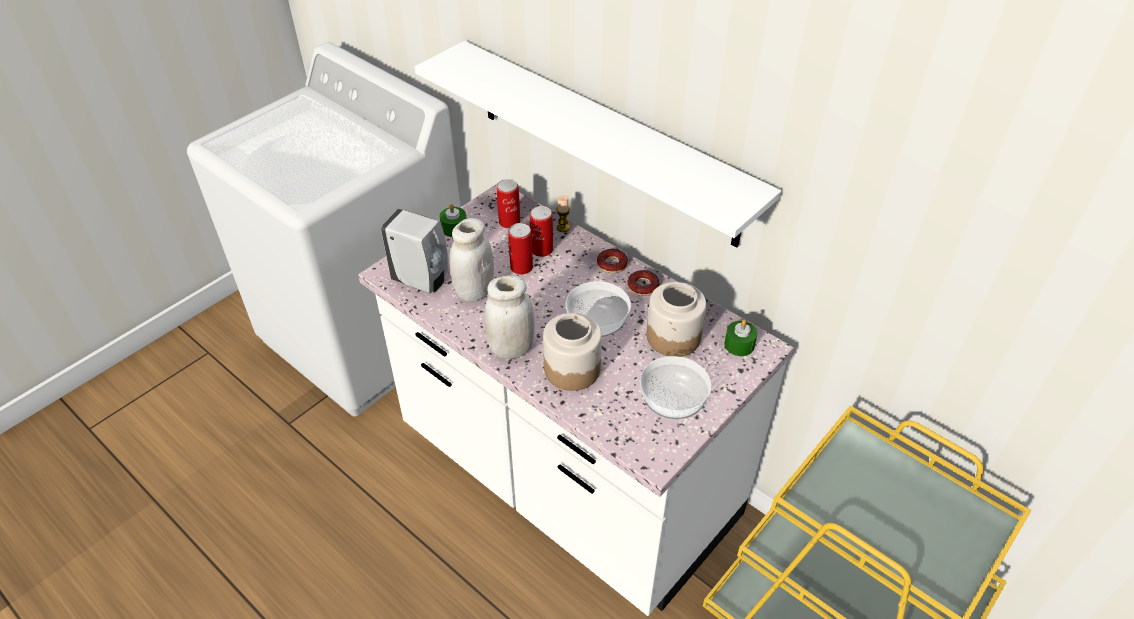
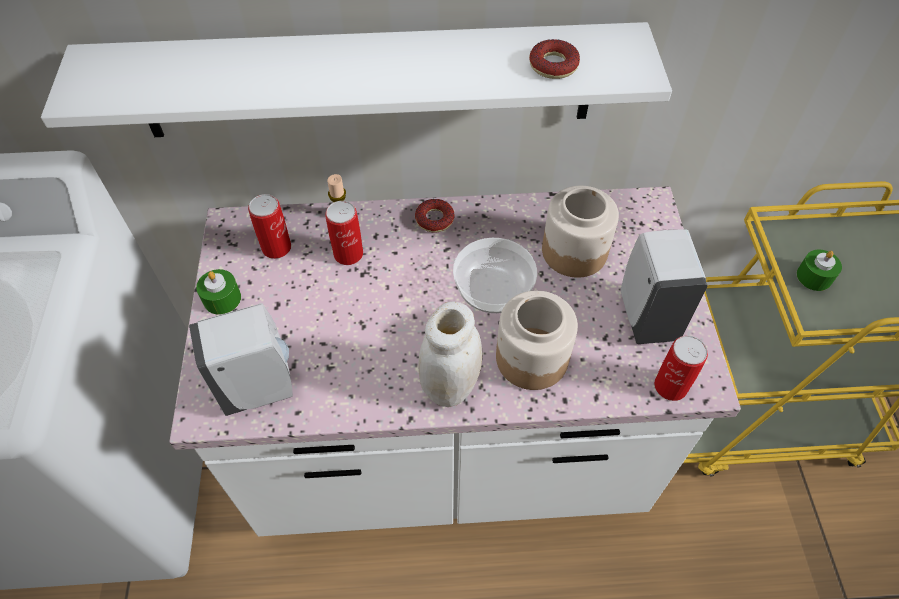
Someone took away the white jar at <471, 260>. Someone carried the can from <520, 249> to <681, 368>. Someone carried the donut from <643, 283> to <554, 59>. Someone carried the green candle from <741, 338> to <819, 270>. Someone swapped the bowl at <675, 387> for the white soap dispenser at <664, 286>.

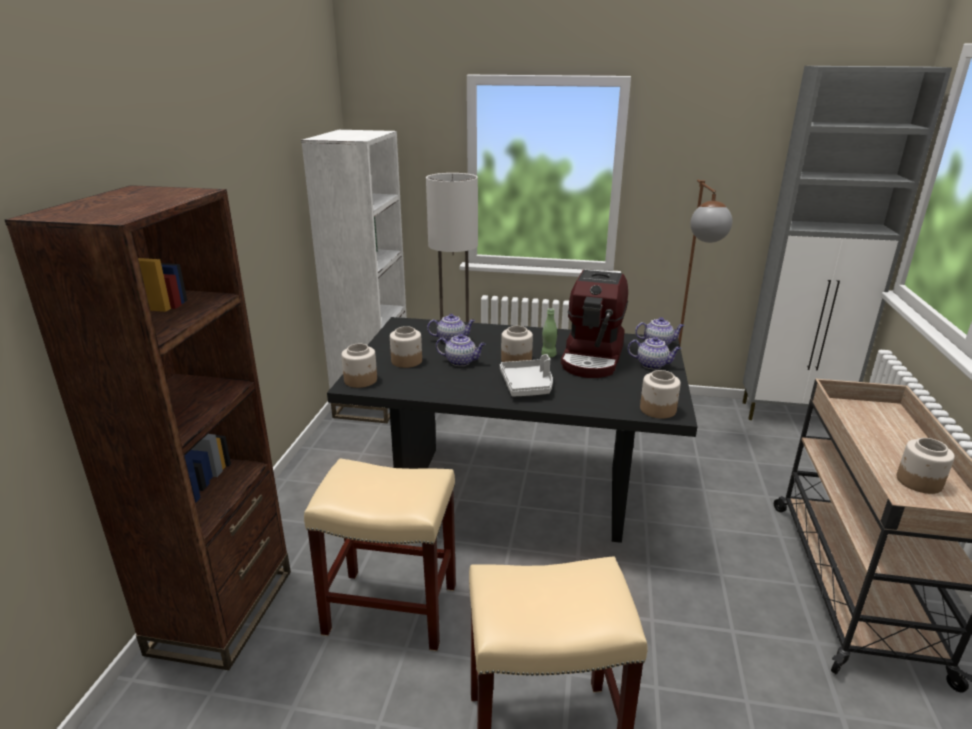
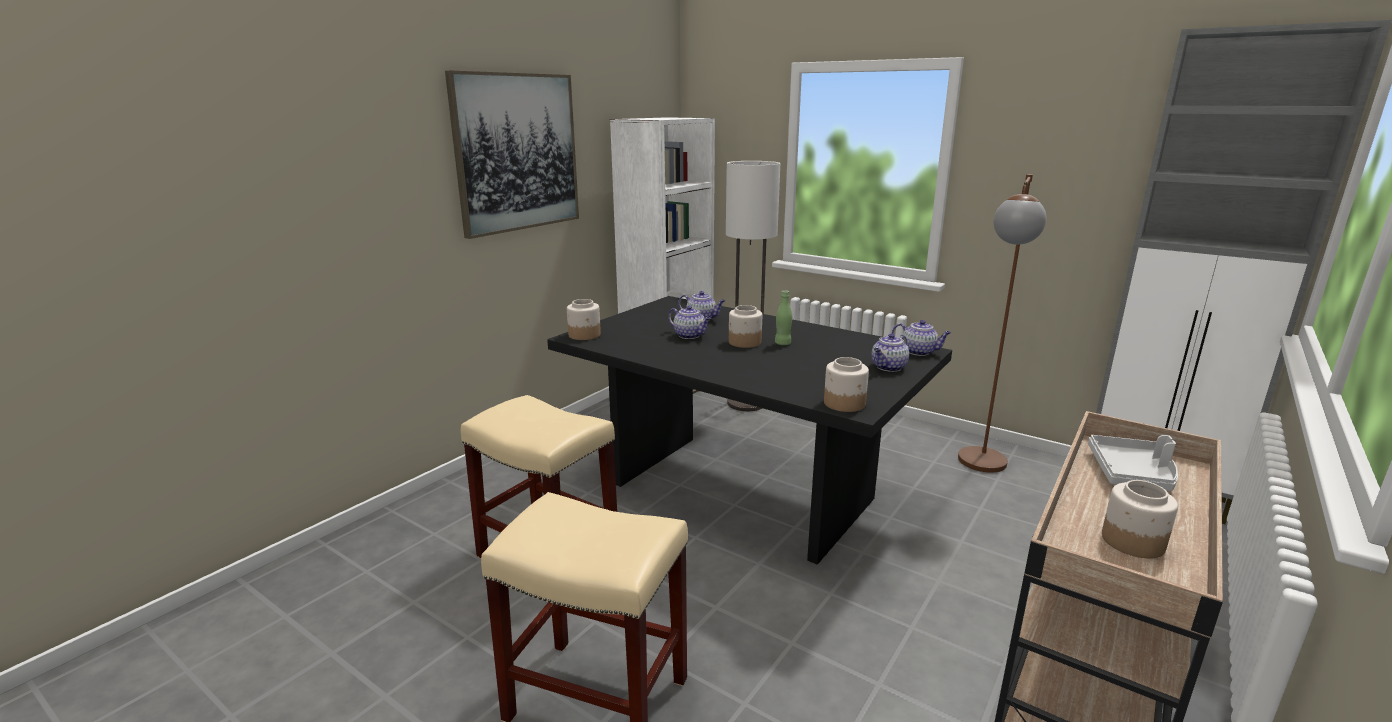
Someone took away the brown bookcase at <148, 427>. Someone took away the coffee machine at <594, 324>. Someone took away the jar at <406, 347>. Someone rotated the teapot at <654, 353> by 90 degrees clockwise. Someone carried the grey tray from <526, 375> to <1133, 463>. Someone put up the picture at <512, 155>.

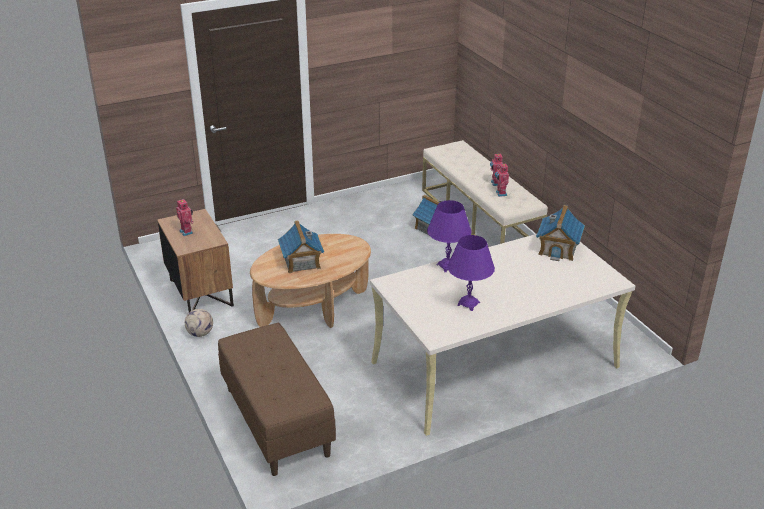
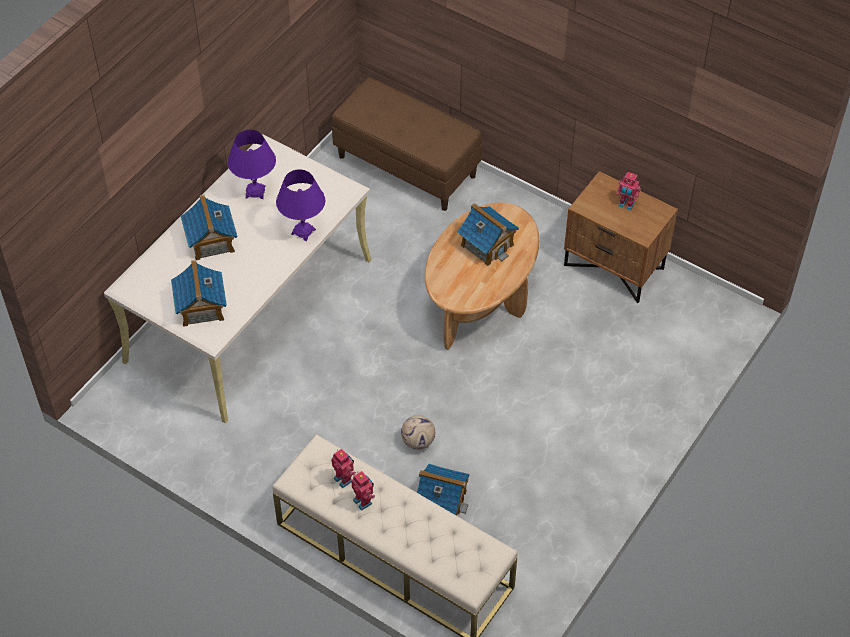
Someone carried the football from <199, 323> to <418, 432>. Someone put down the toy house at <209, 227>.

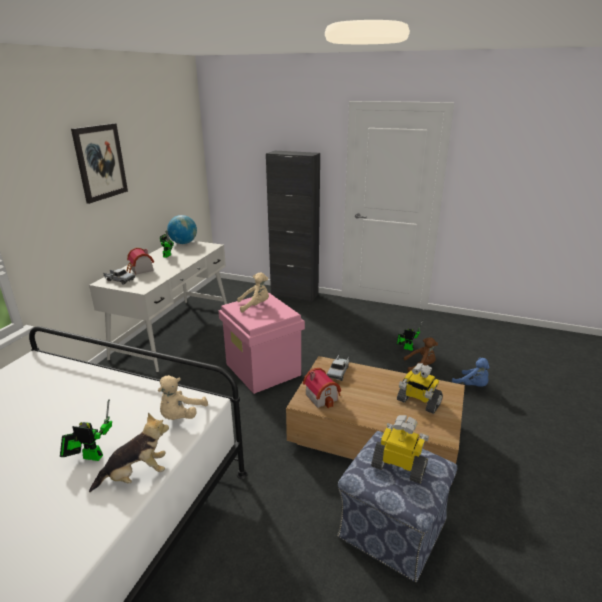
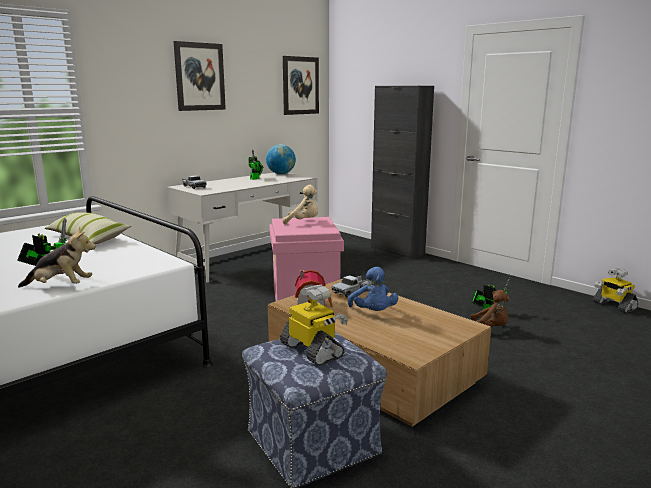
Someone took away the toy house at <140, 261>. Someone carried the blue plush toy from <471, 372> to <373, 289>. Someone carried the toy robot from <420, 388> to <616, 290>. Someone took away the beige plush toy at <183, 397>. Someone put up the picture at <301, 85>. Someone put down the pillow at <88, 228>.

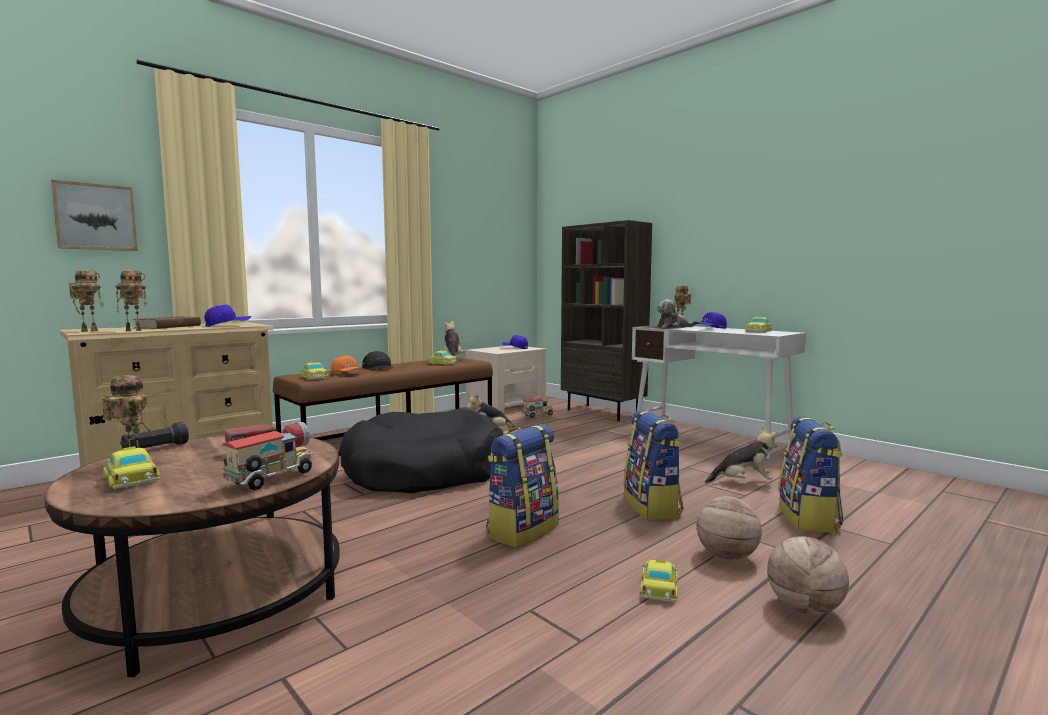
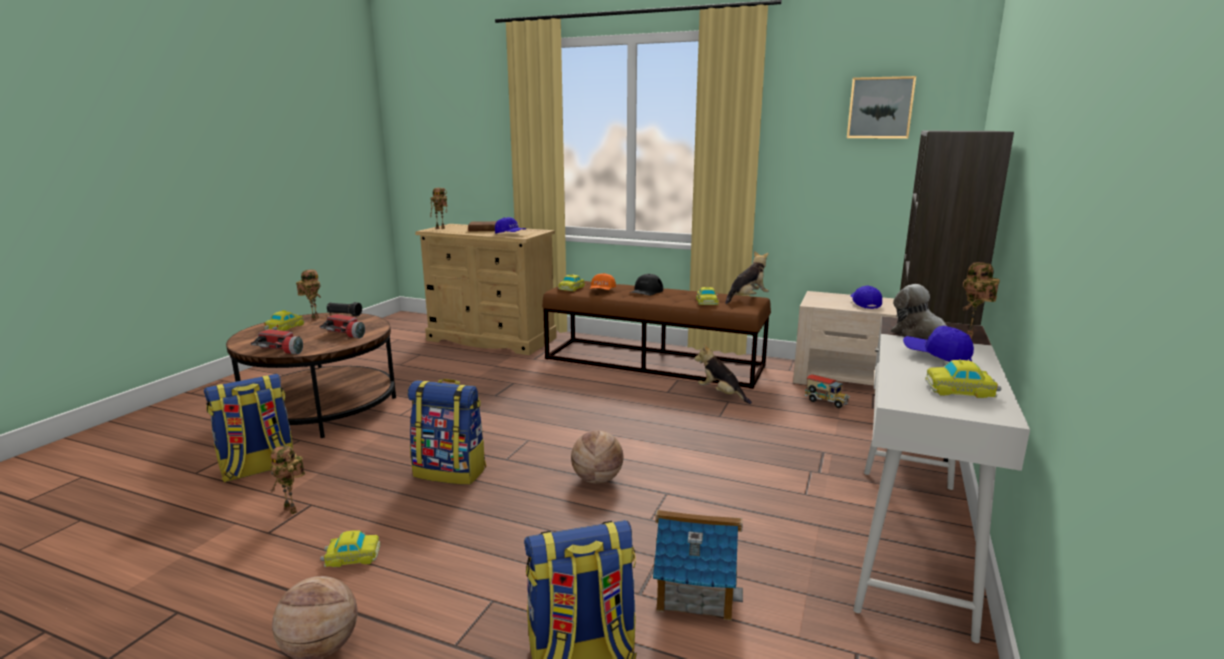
Someone carried the picture from <94, 215> to <881, 107>. Someone carried the toy robot from <131, 300> to <287, 480>. Someone took away the black dog bed at <421, 451>. Someone carried the backpack from <653, 465> to <248, 428>. Someone swapped the plush toy at <741, 455> for the toy house at <698, 565>. Someone swapped the toy truck at <268, 460> for the flashlight at <277, 341>. Someone carried the basketball from <729, 528> to <597, 457>.

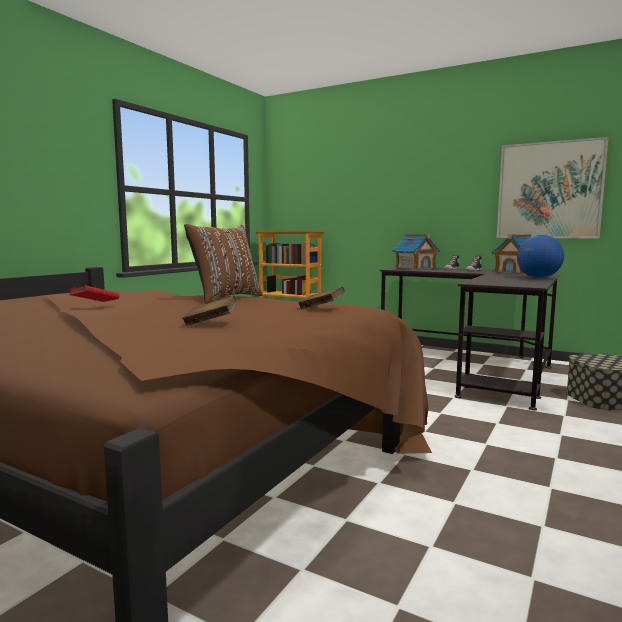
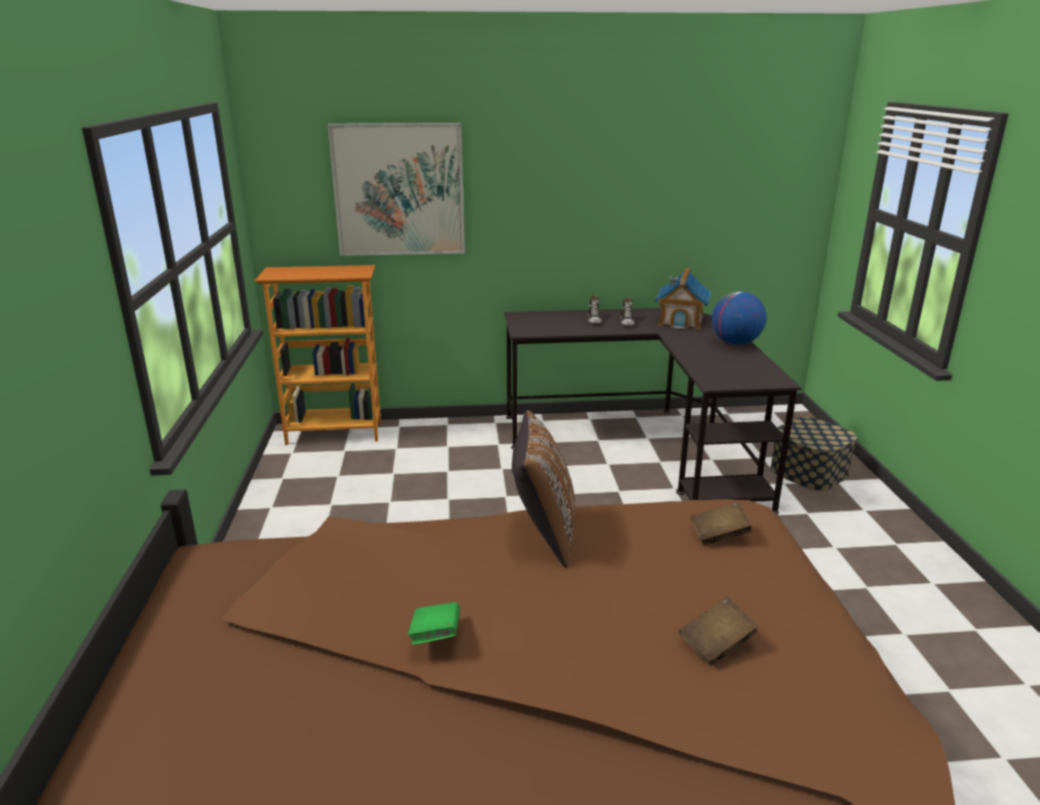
Someone carried the picture from <553, 187> to <396, 189>. Someone took away the toy house at <416, 252>. Someone repainted the red book at <94, 293>, which became the green book at <434, 623>.

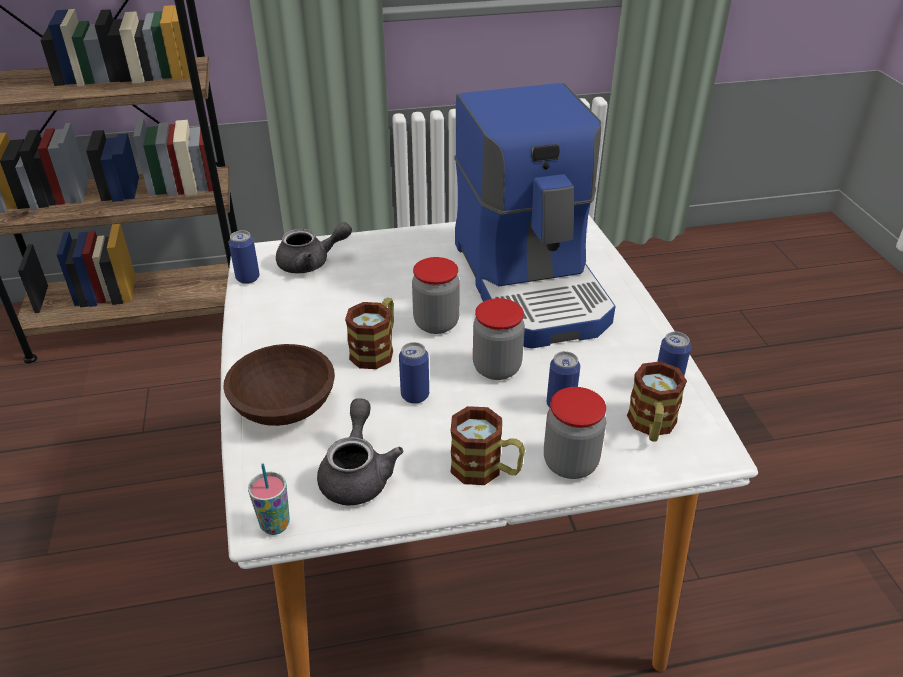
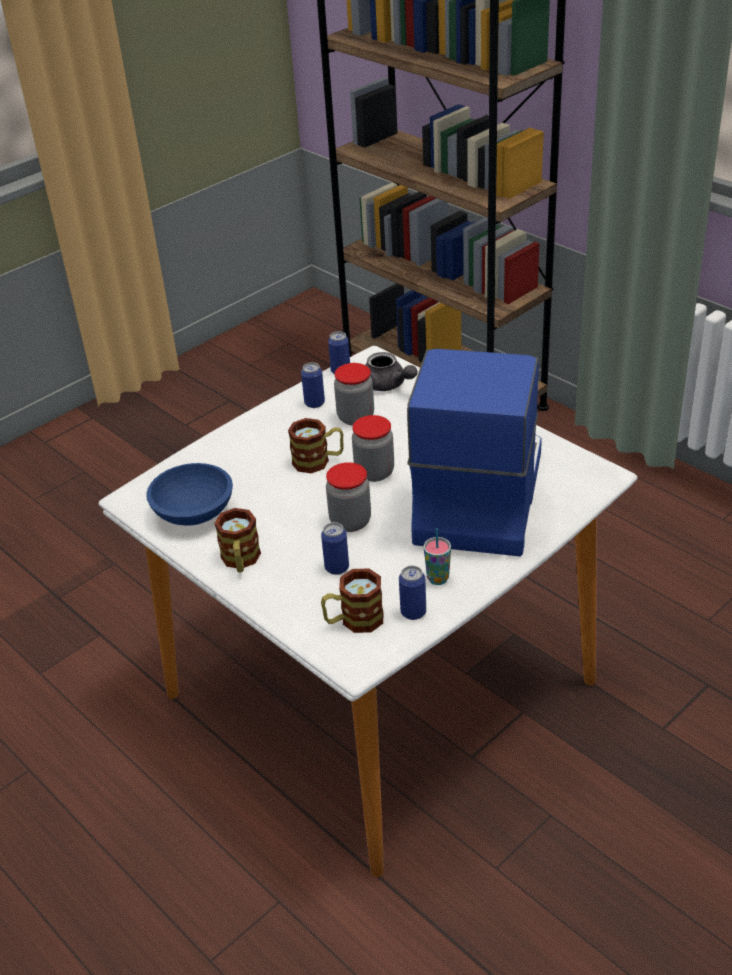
Someone rotated the coffee machine at <534, 216> by 150 degrees clockwise. Someone carried the can from <414, 373> to <313, 385>. Someone took away the brown bowl at <279, 385>. Someone carried the jar from <575, 433> to <354, 394>. Someone swapped the grey teapot at <360, 452> for the blue bowl at <189, 494>. Someone carried the cup from <269, 499> to <437, 556>.

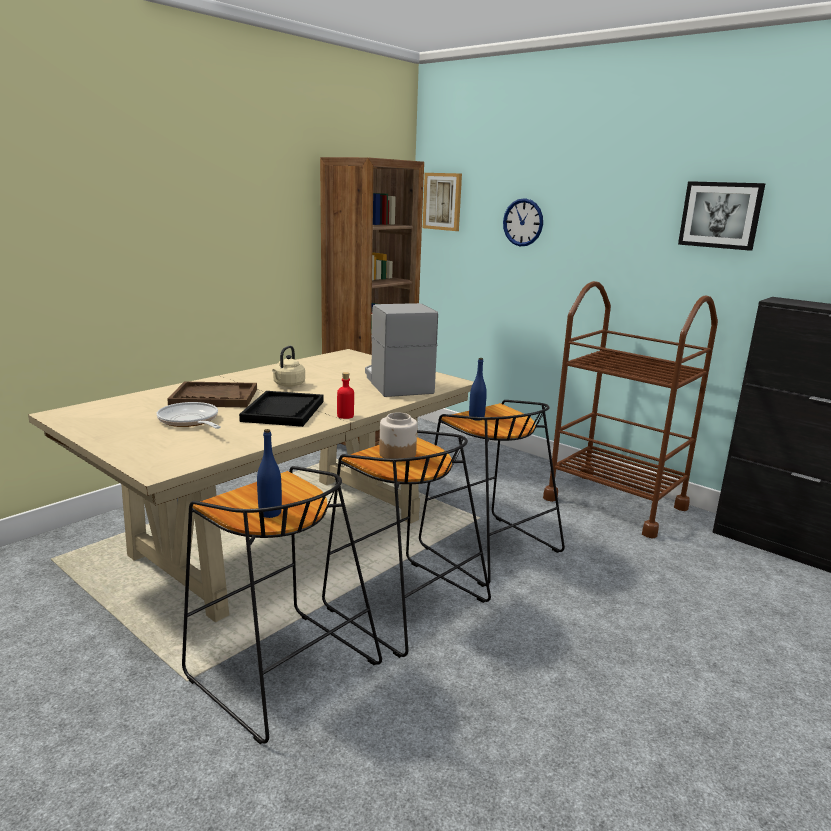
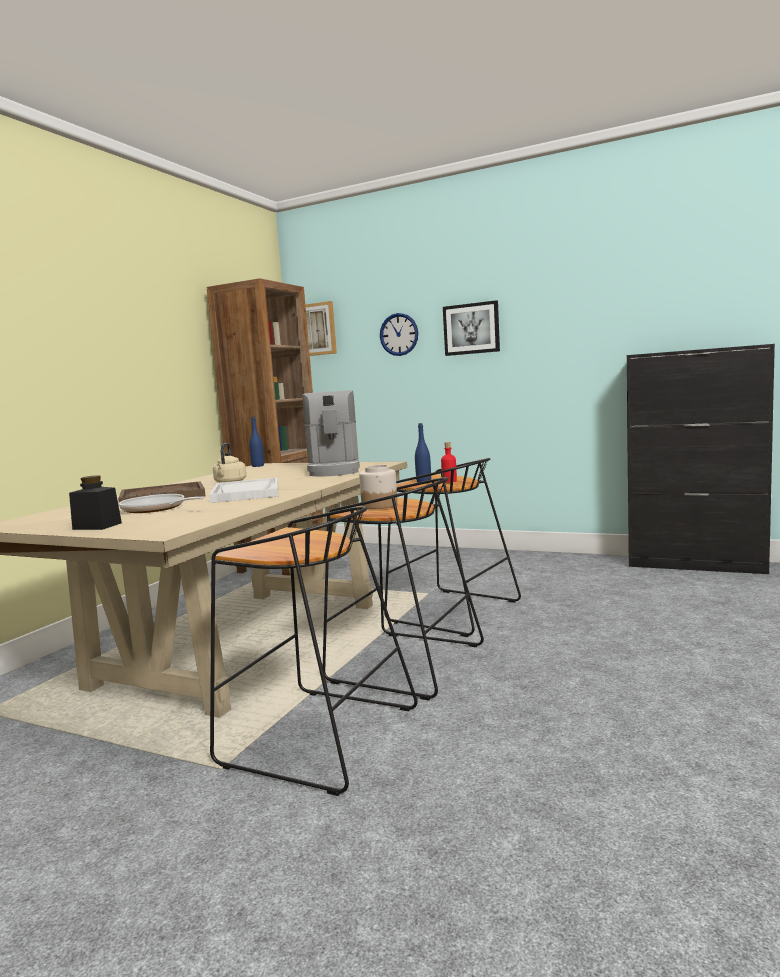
Someone carried the picture from <721, 216> to <471, 328>. Someone took away the brown cart at <630, 410>. Someone rotated the coffee machine at <401, 350> by 150 degrees counterclockwise. Someone carried the red bottle from <345, 395> to <449, 462>. Someone repainted the black tray at <281, 409>, which became the white tray at <243, 490>. Someone carried the blue bottle from <269, 473> to <256, 441>. Someone put down the black jar at <95, 502>.

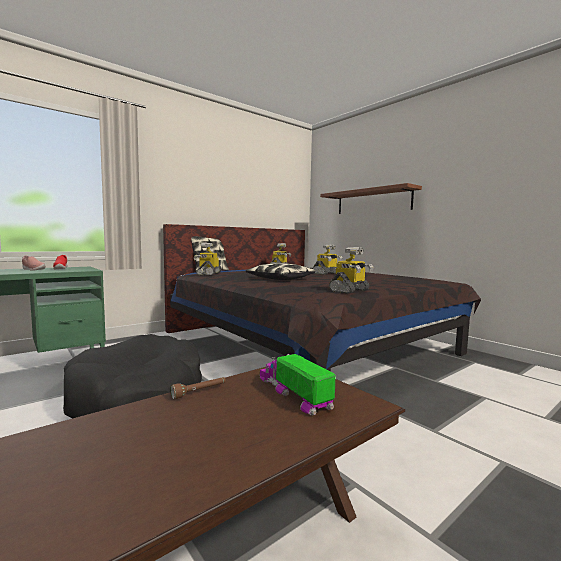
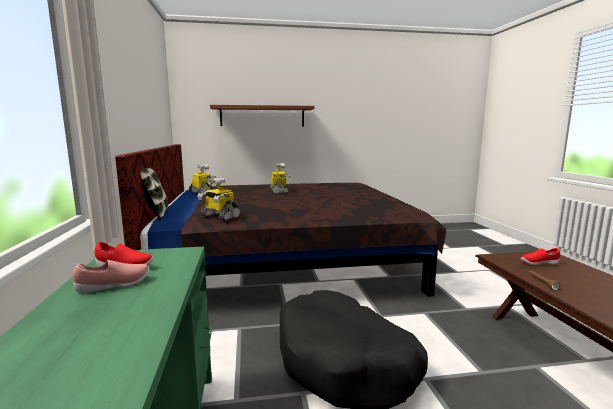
Someone took away the toy robot at <351, 270>. Someone took away the pillow at <281, 271>. Someone swapped the toy truck at <298, 385> for the red shoe at <540, 256>.

